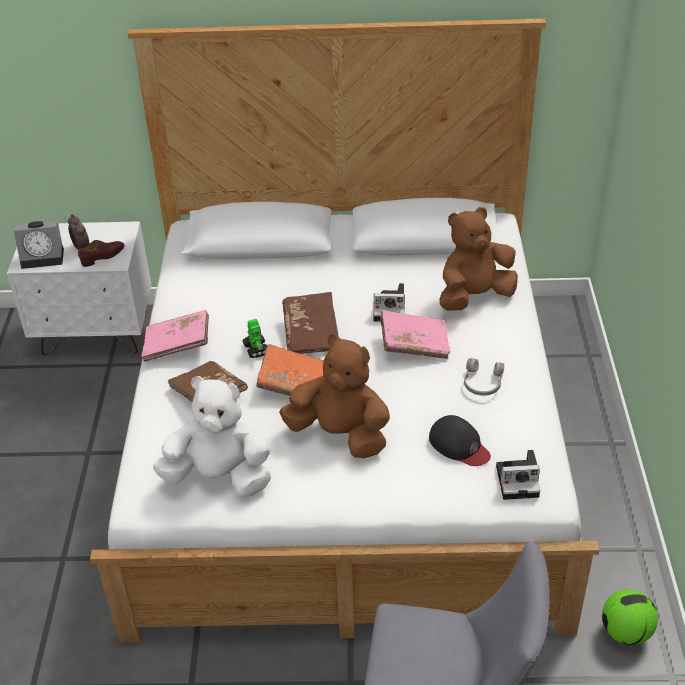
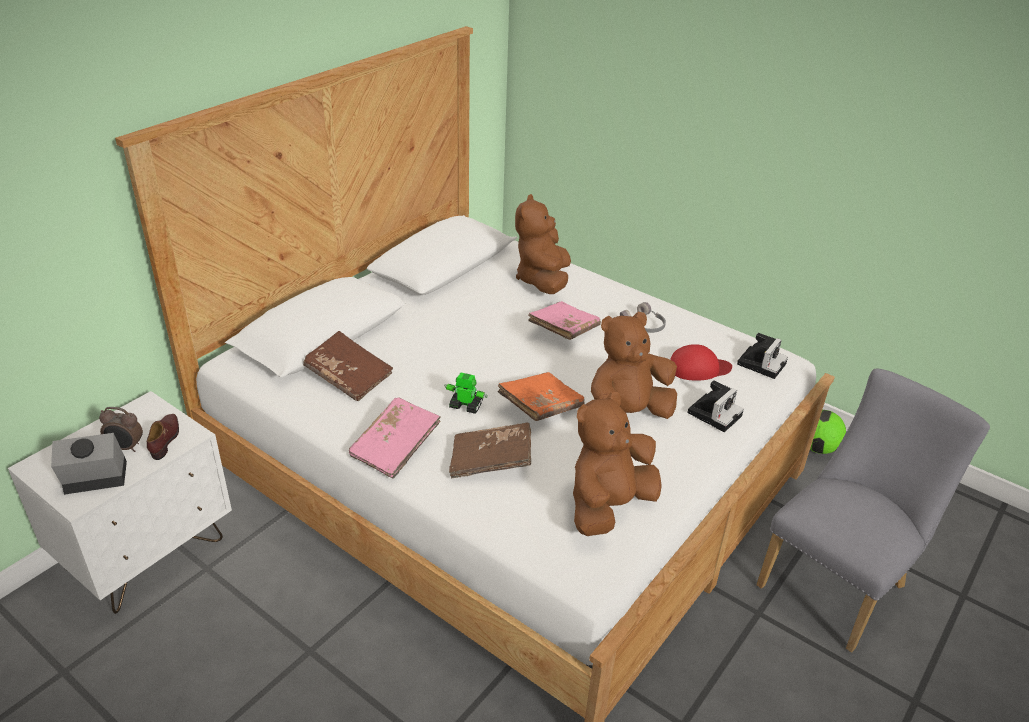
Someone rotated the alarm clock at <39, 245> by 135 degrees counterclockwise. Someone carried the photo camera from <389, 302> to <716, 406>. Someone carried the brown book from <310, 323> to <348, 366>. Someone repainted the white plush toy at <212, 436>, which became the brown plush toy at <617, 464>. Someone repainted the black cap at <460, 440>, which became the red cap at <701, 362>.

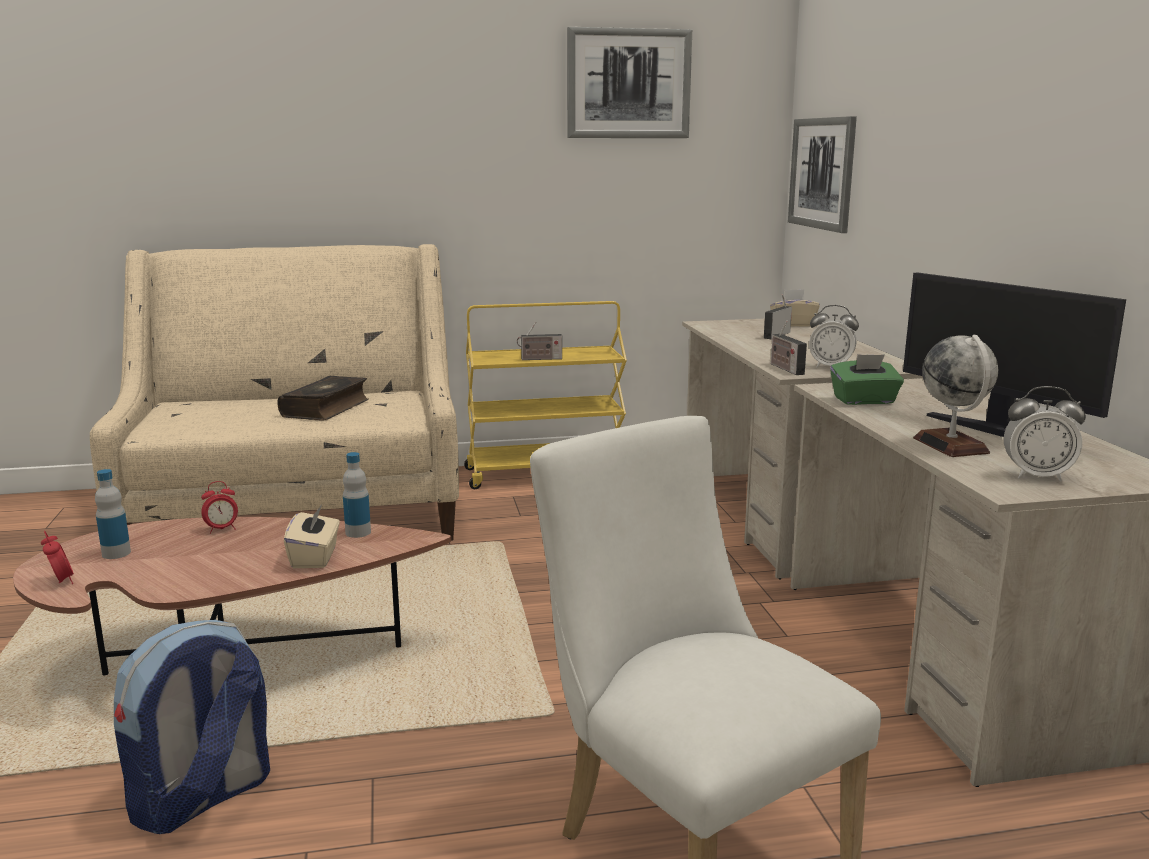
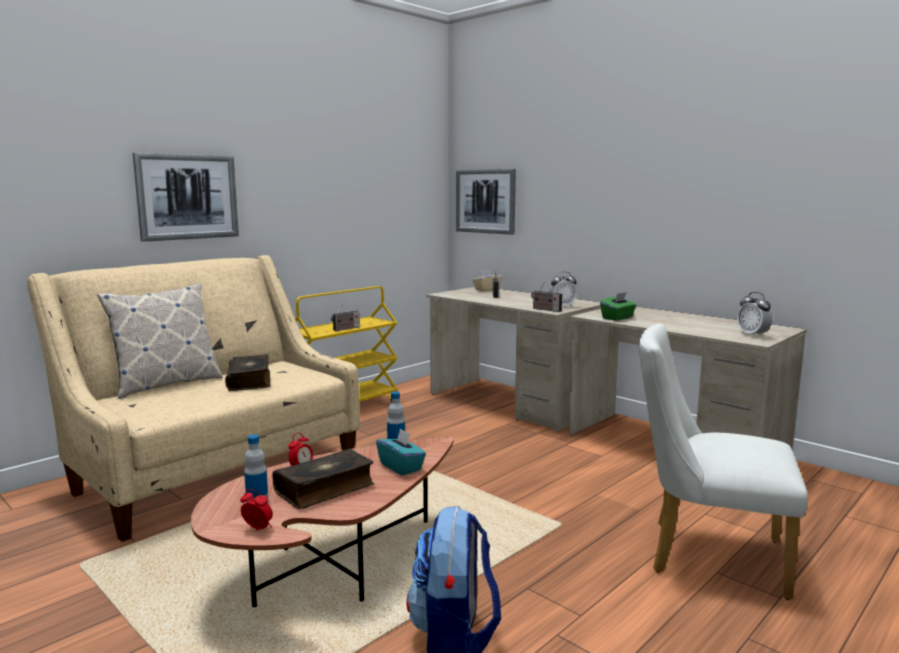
Someone carried the picture from <629, 82> to <186, 197>. Someone took away the monitor at <1014, 354>. Someone took away the globe at <955, 396>. Someone rotated the alarm clock at <1045, 434> by 90 degrees clockwise. Someone repainted the beige tissue box at <312, 536>, which became the turquoise tissue box at <401, 452>. Someone put down the pillow at <160, 341>. Someone put down the book at <323, 479>.

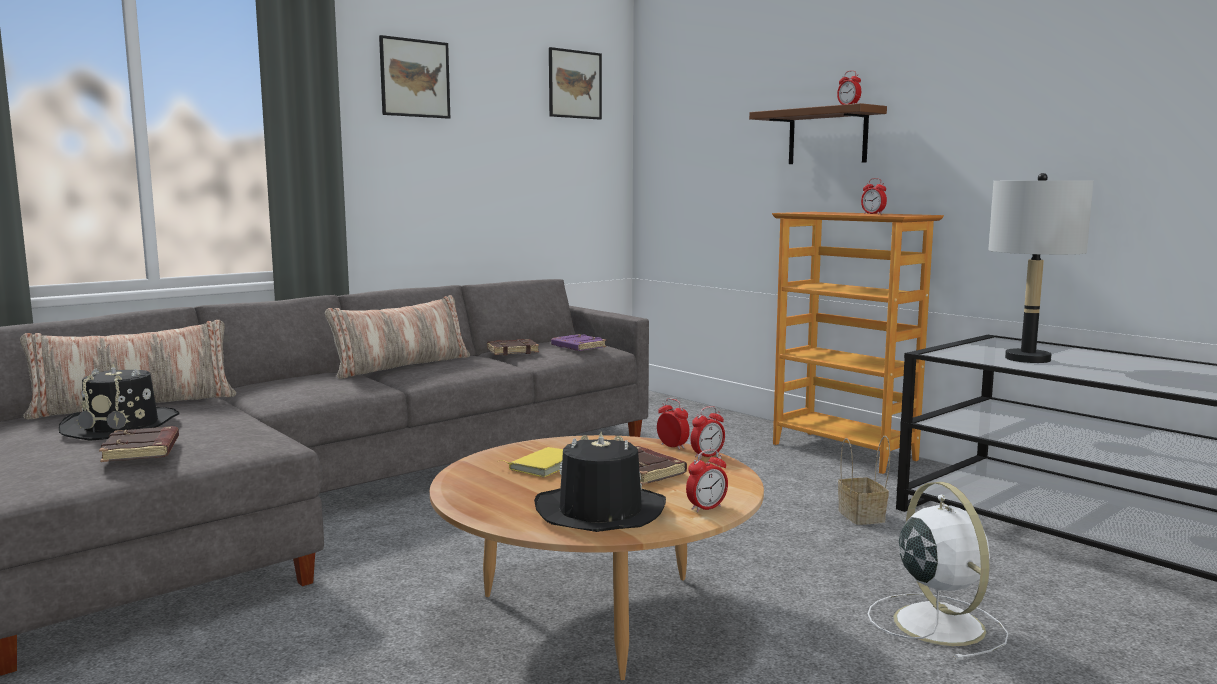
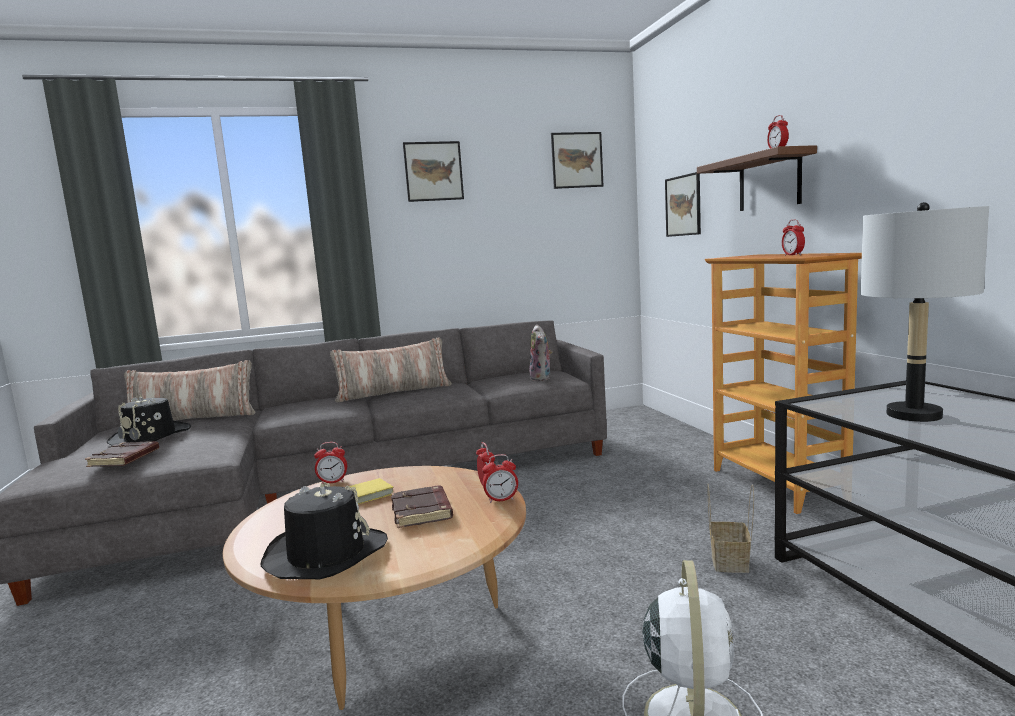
Someone swapped the purple book at <578, 342> for the plush toy at <540, 352>. Someone took away the brown book at <513, 347>. Someone carried the alarm clock from <707, 480> to <330, 463>. Someone put up the picture at <683, 204>.

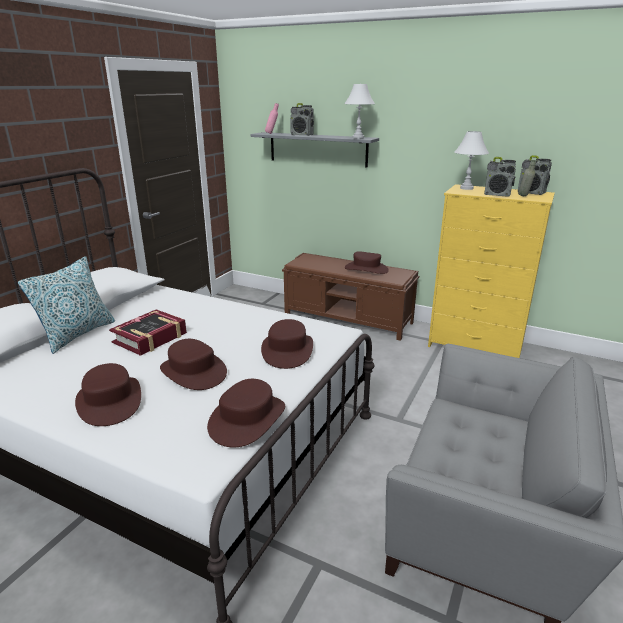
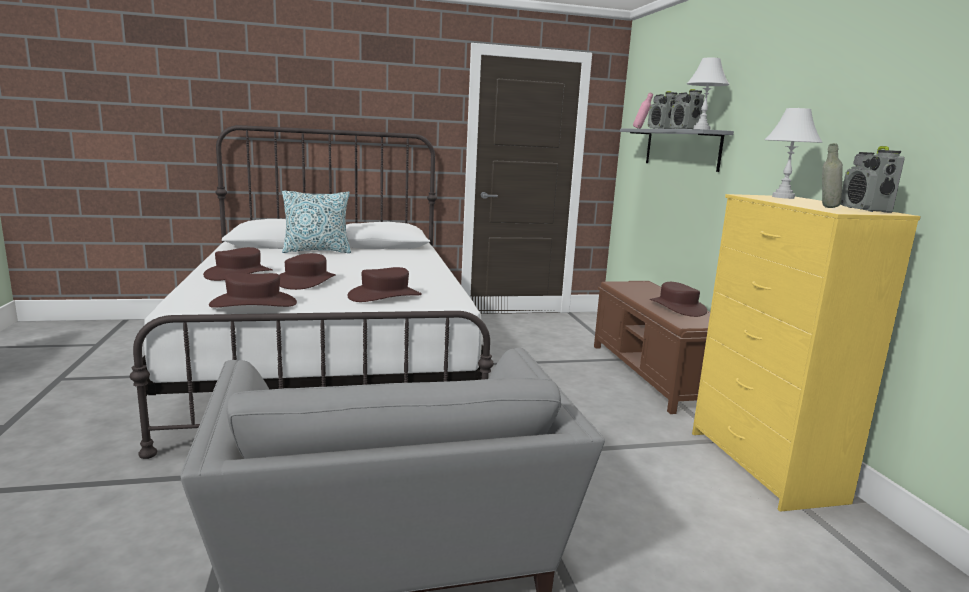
Someone carried the radio from <500, 177> to <687, 109>. Someone took away the book at <148, 332>.

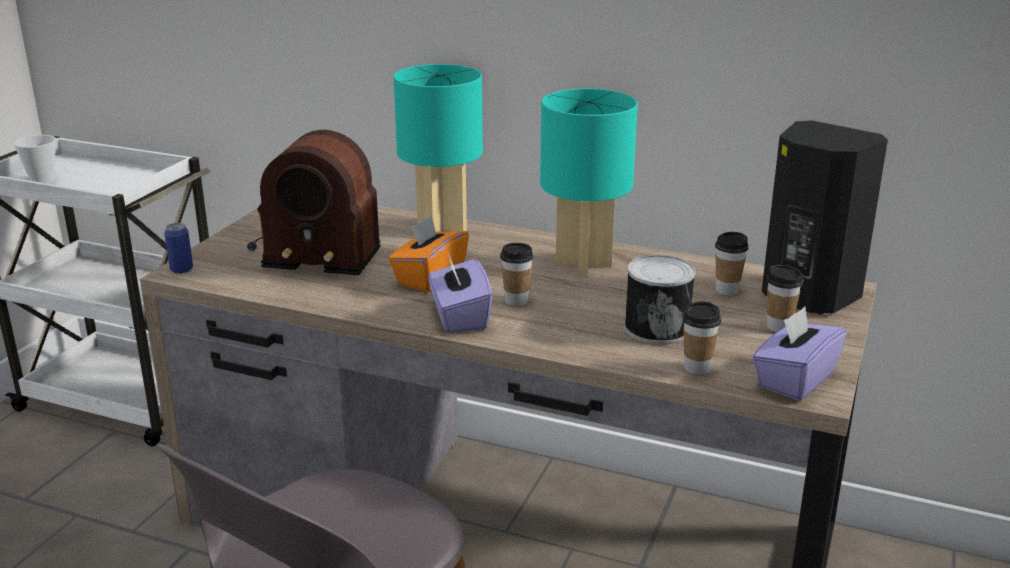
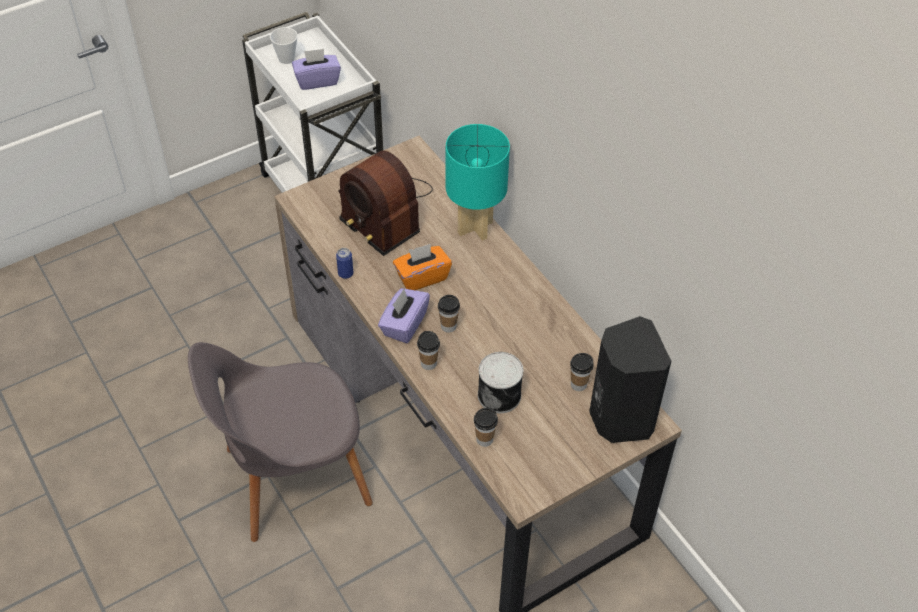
Someone took away the turquoise table lamp at <589, 183>. Someone carried the can from <178, 248> to <344, 263>. Someone carried the cup from <785, 298> to <428, 350>. Someone carried the purple tissue box from <799, 354> to <316, 69>.

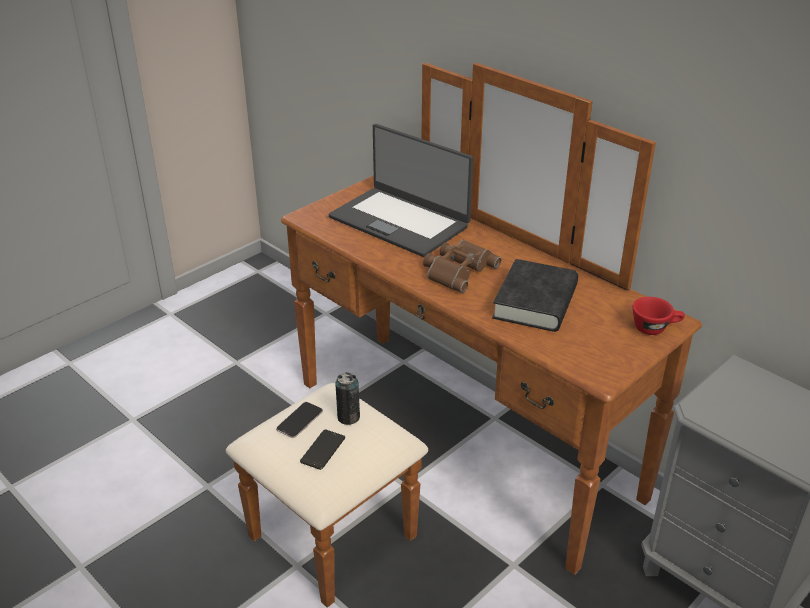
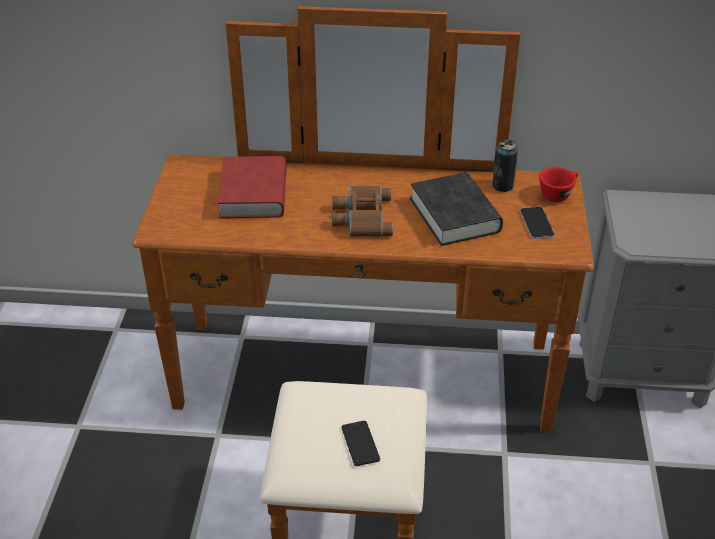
Someone swapped the laptop at <400, 190> for the red book at <252, 187>. Someone carried the can from <347, 398> to <505, 166>. Someone carried the phone from <299, 420> to <537, 223>.

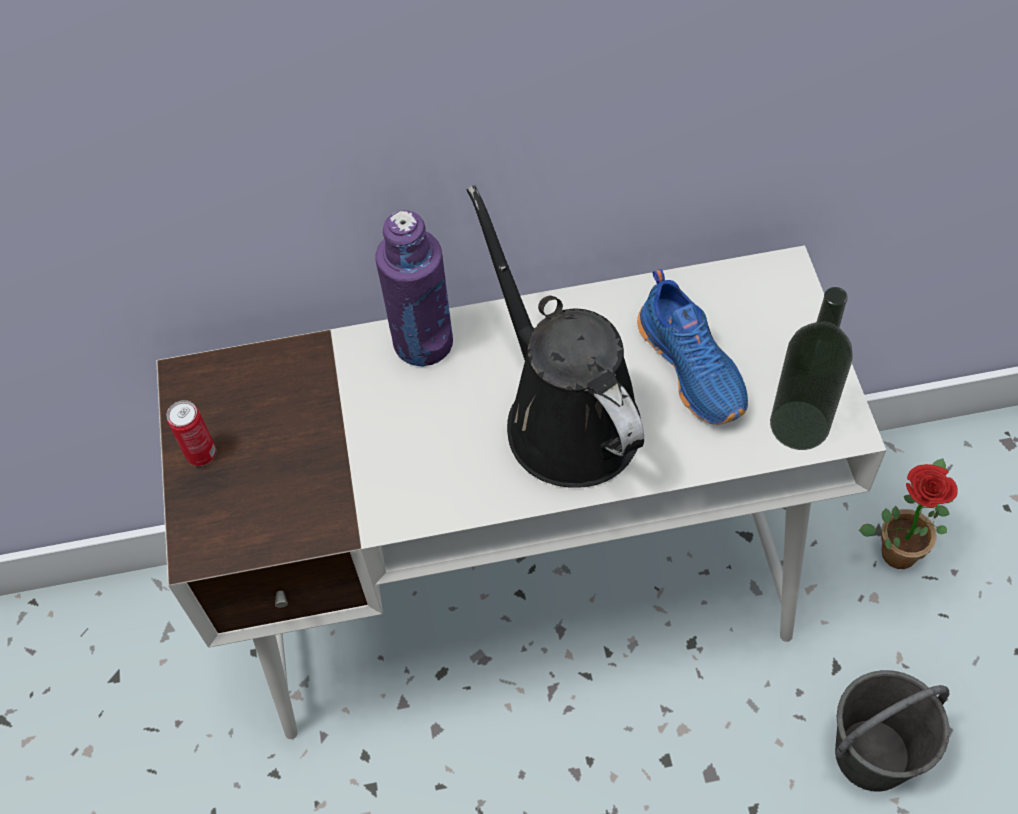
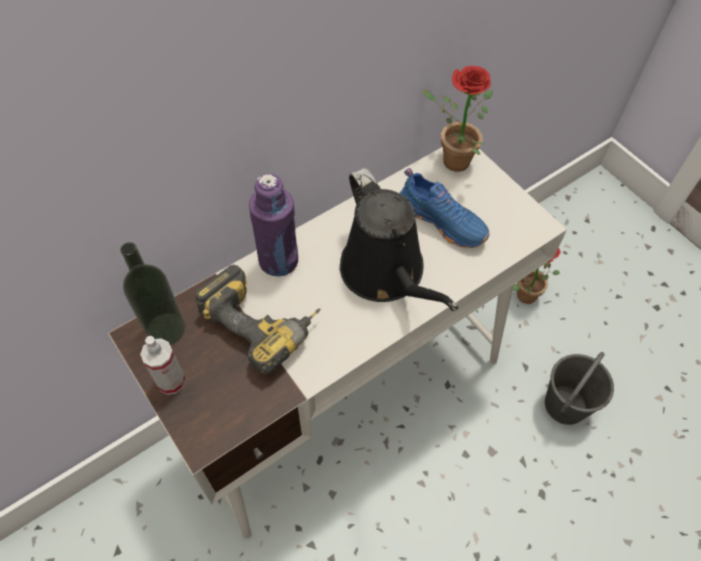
Someone rotated the black watering can at <555, 336> by 150 degrees counterclockwise. Someone carried the bottle from <811, 368> to <152, 293>. Someone swapped the can at <191, 433> for the spray bottle at <163, 365>. Someone put down the potted plant at <457, 119>. Someone put down the power drill at <257, 320>.

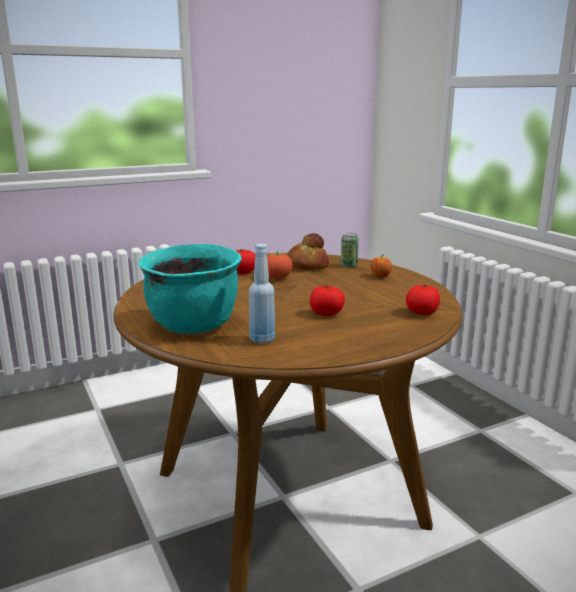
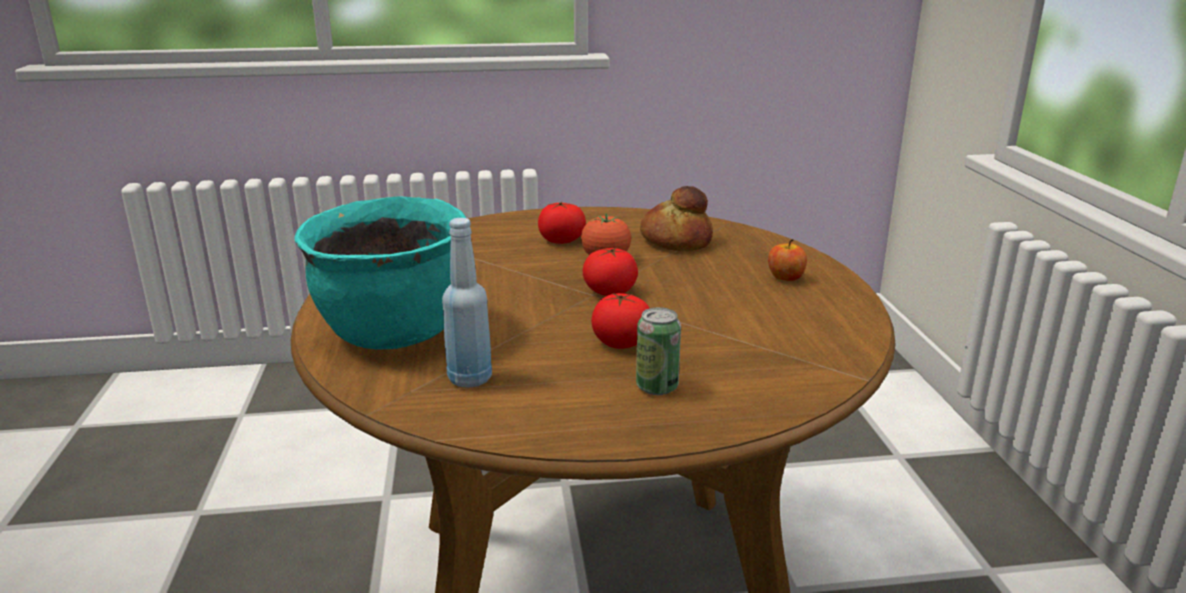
Someone carried the can from <350, 250> to <658, 351>. Someone carried the tomato from <423, 299> to <610, 271>.

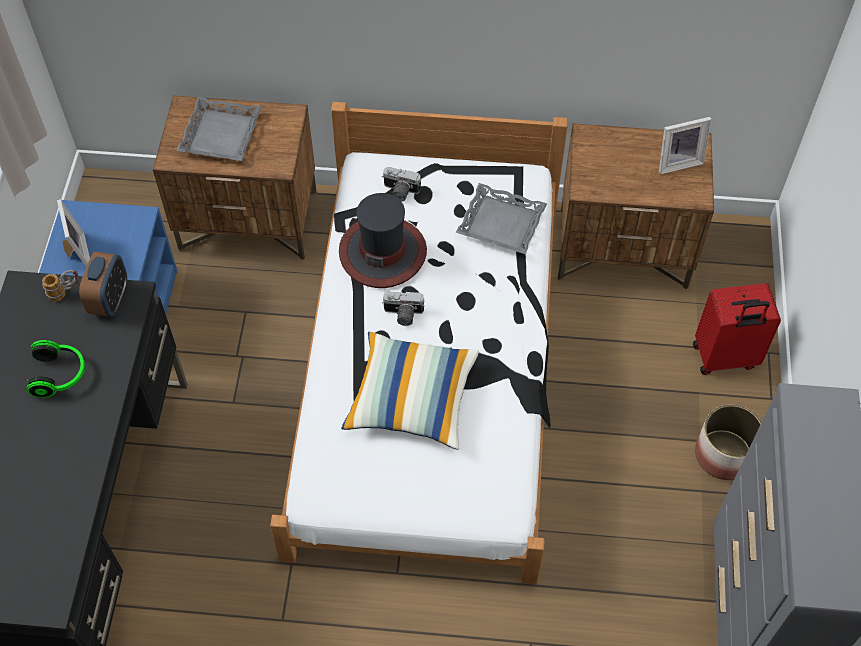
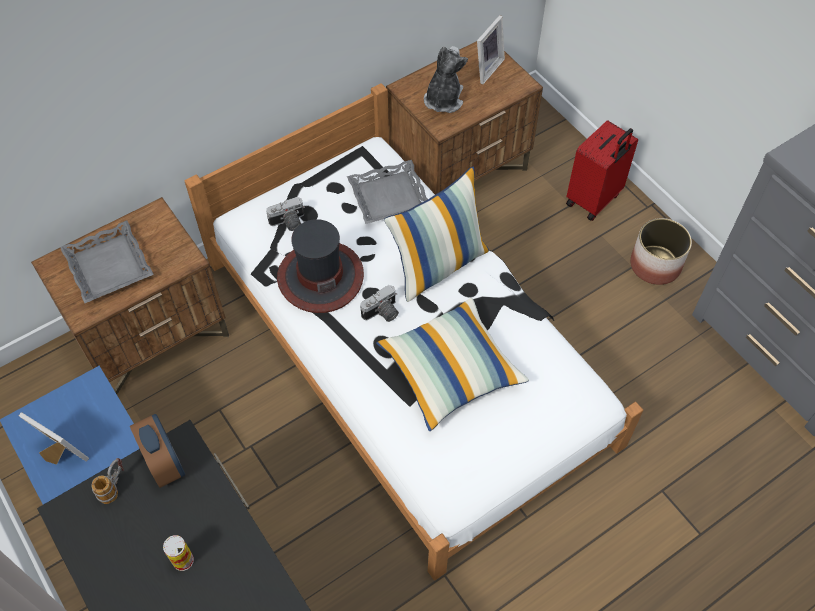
Someone swapped the headphones at <55, 369> for the can at <178, 553>. Someone put down the plush toy at <446, 79>. Someone put down the pillow at <436, 234>.

